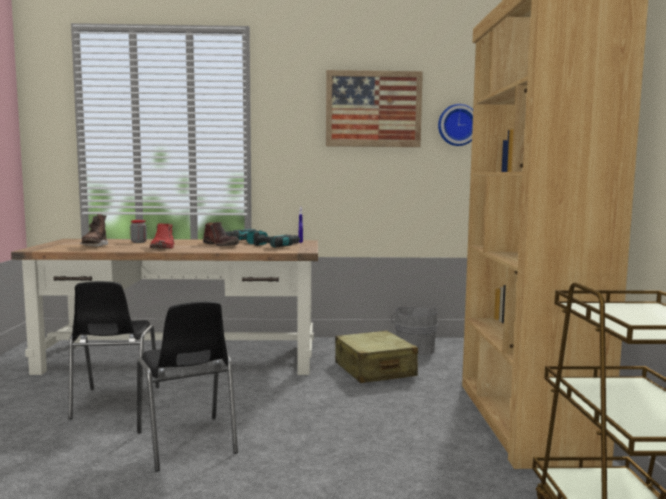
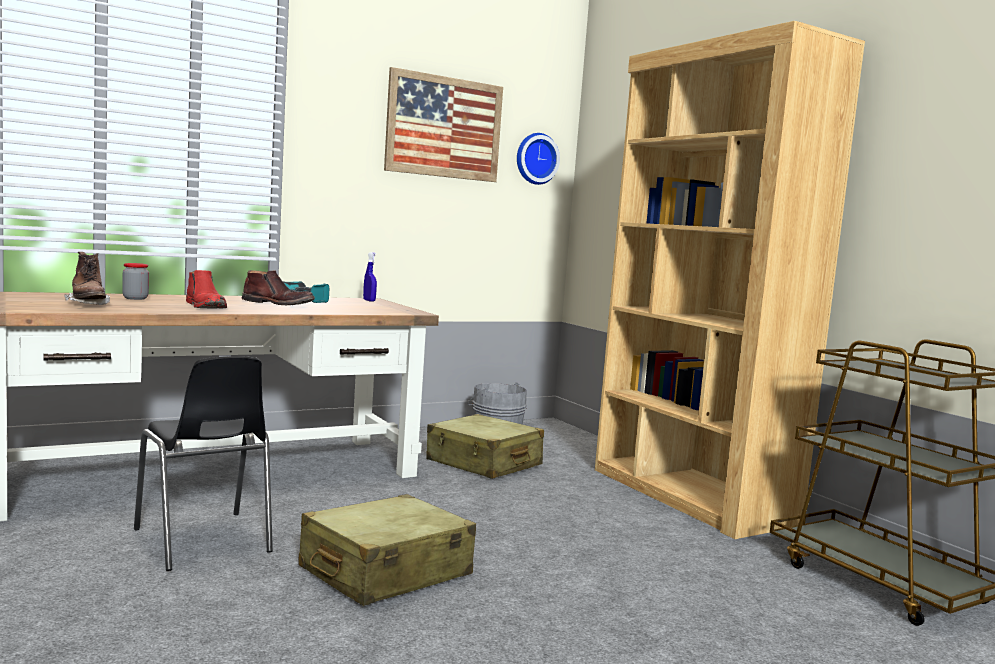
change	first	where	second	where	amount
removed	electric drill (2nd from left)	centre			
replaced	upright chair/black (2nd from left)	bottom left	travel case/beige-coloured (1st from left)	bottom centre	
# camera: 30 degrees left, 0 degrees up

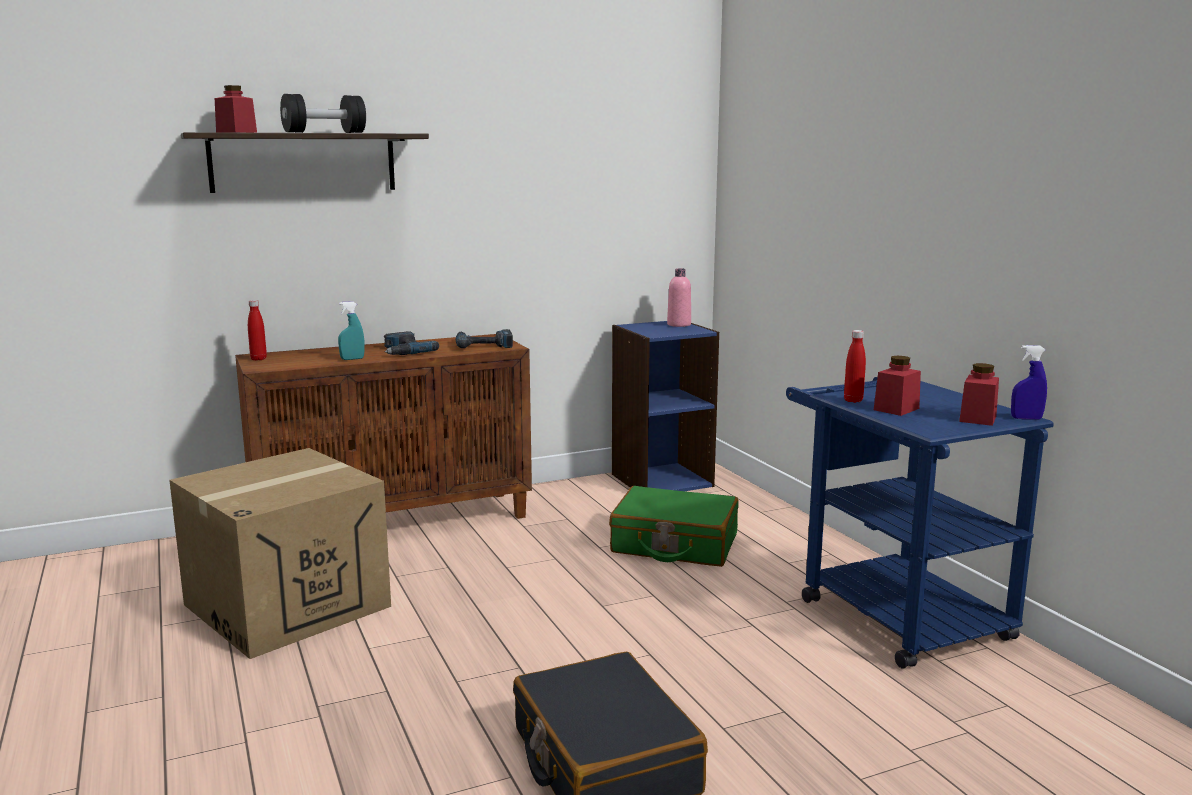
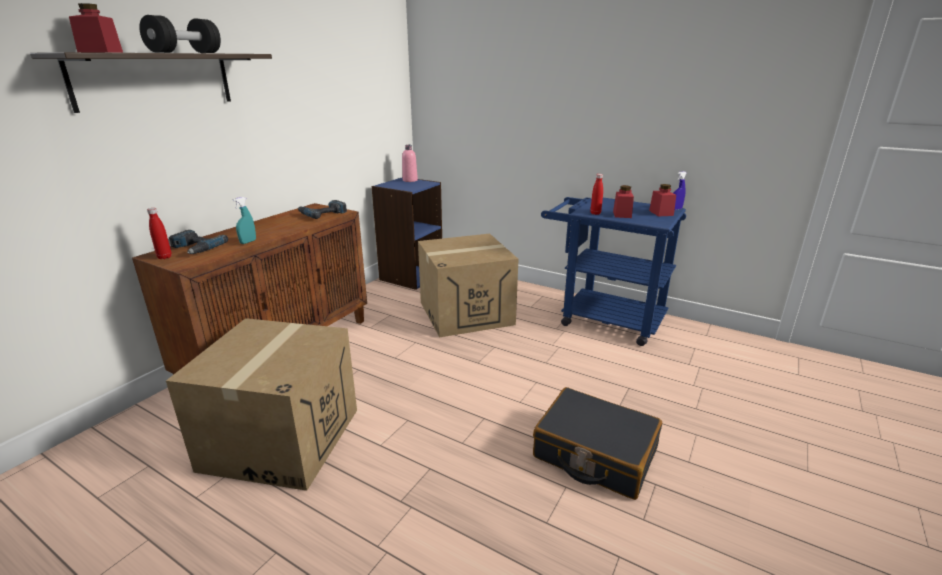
change	first	where	second	where	amount
moved	electric drill (1st from left)	centre		middle left	
replaced	travel case/green-coloured	centre	cardboard box (2nd from left)	centre	
# camera: 35 degrees left, 10 degrees up

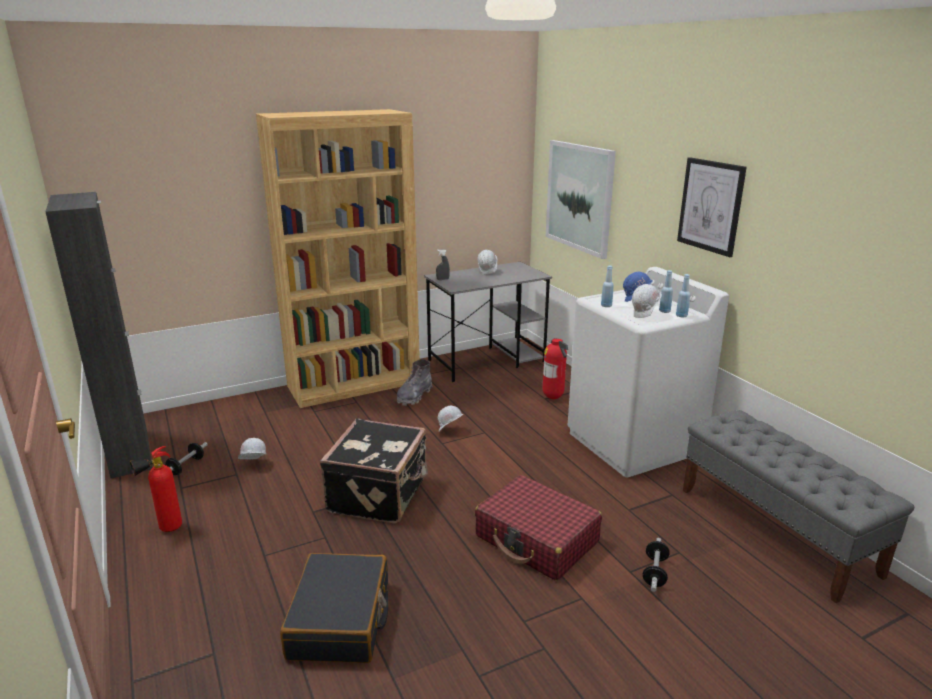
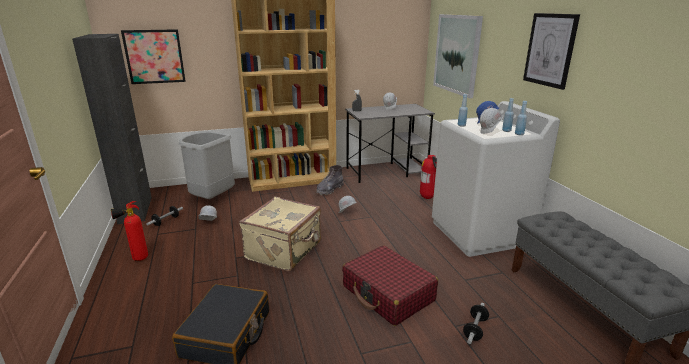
change	first	where	second	where	amount
recoloured	travel case/black (2nd from left)	bottom centre	travel case/beige-coloured	centre	
added			picture (1st from left)	top left	
added			trash can/greyish	middle left	
# camera: 10 degrees right, 0 degrees up

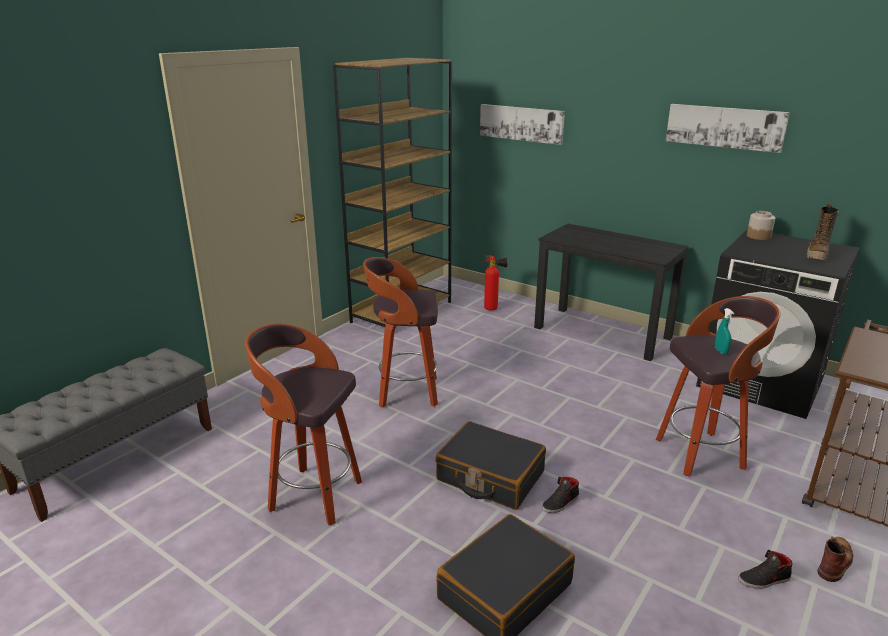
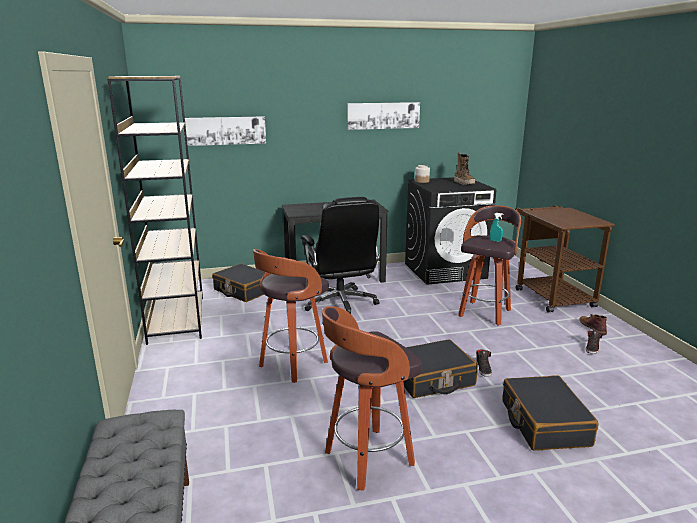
change	first	where	second	where	amount
replaced	extinguisher	centre	travel case/black (1st from left)	centre	
added			office chair/black	centre	
# camera: 50 degrees left, 5 degrees down

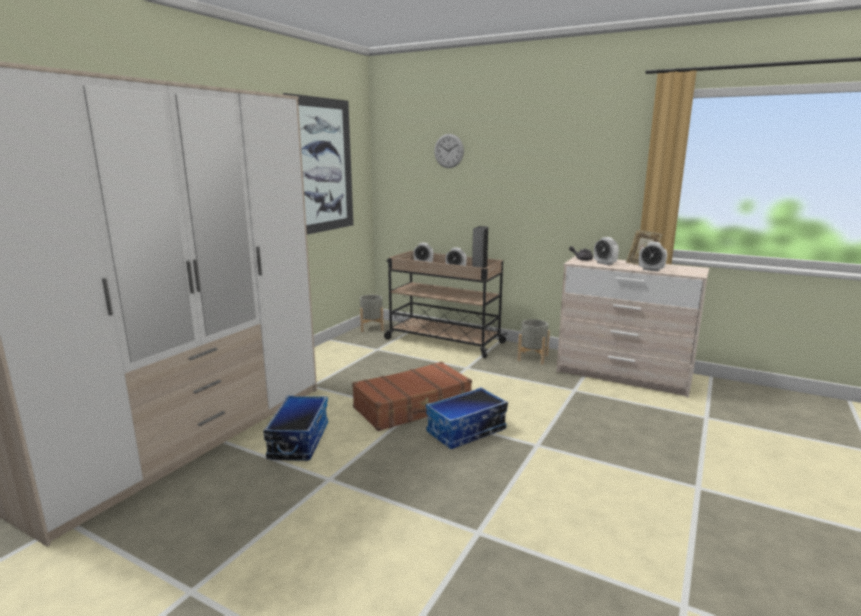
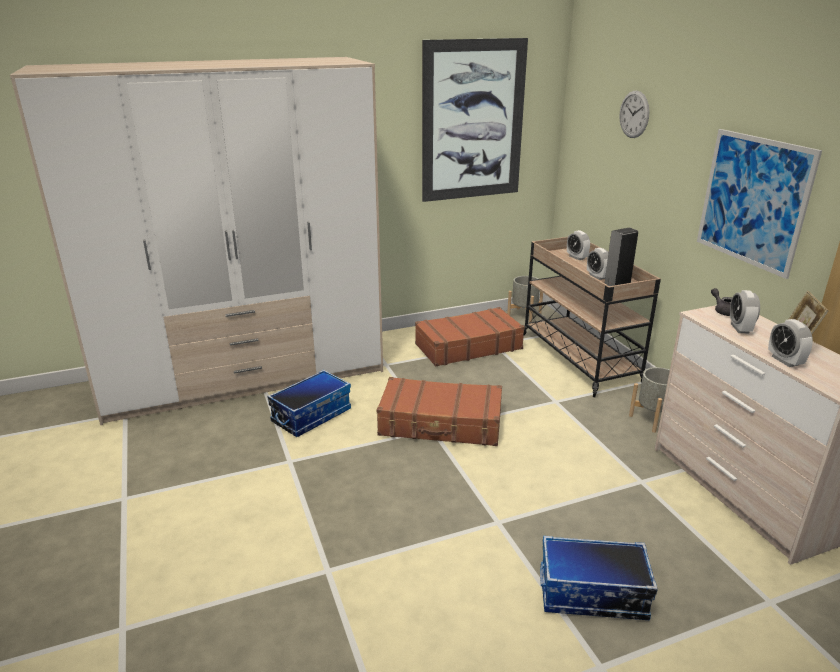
change	first	where	second	where	amount
moved	storage container (2nd from left)	bottom centre		bottom right	
added			picture (2nd from left)	top right	
added			travel case/brown-coloured (2nd from left)	centre	
# camera: 40 degrees right, 10 degrees up

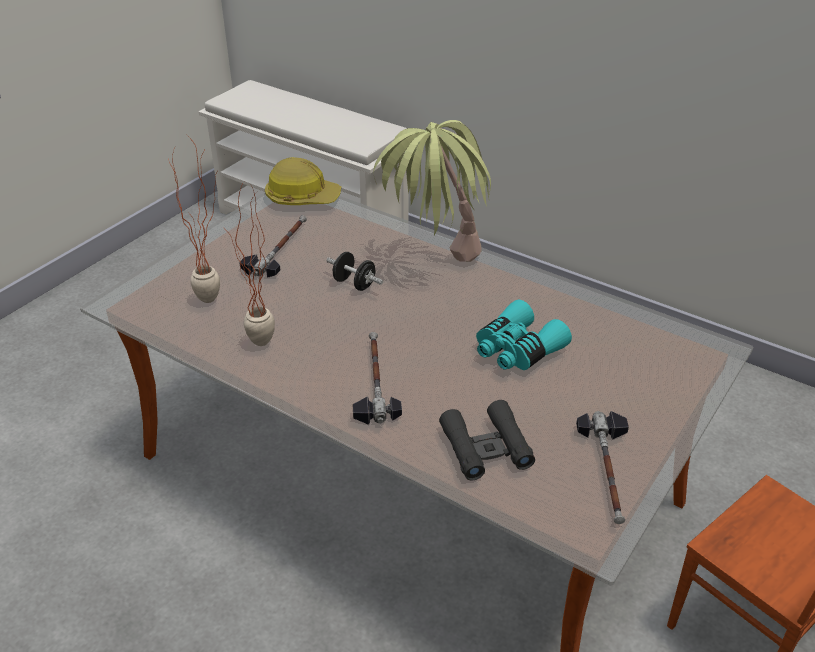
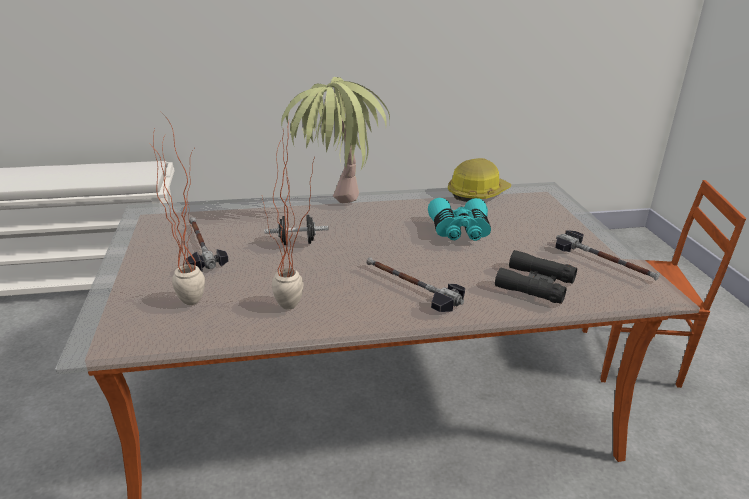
change	first	where	second	where	amount
moved	work helmet	top centre		centre	
# camera: 45 degrees left, 10 degrees down

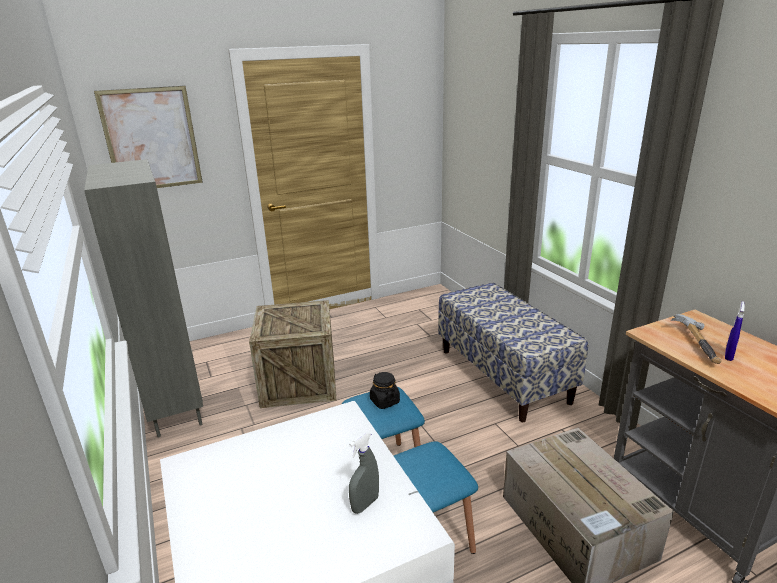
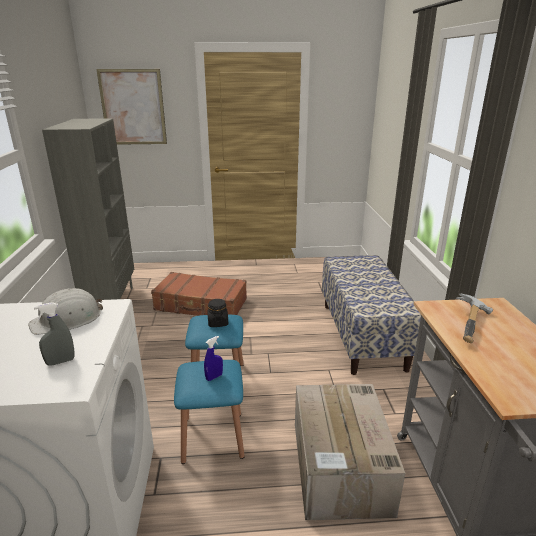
change	first	where	second	where	amount
replaced	crate	centre	travel case/brown-coloured	centre	
moved	hand sprayer/blue-coloured	middle right		bottom centre	
added			work helmet/white	middle left	
# camera: 20 degrees right, 0 degrees up

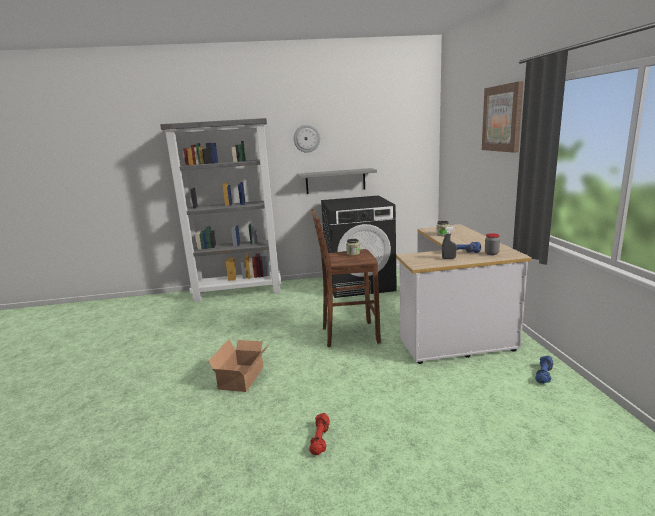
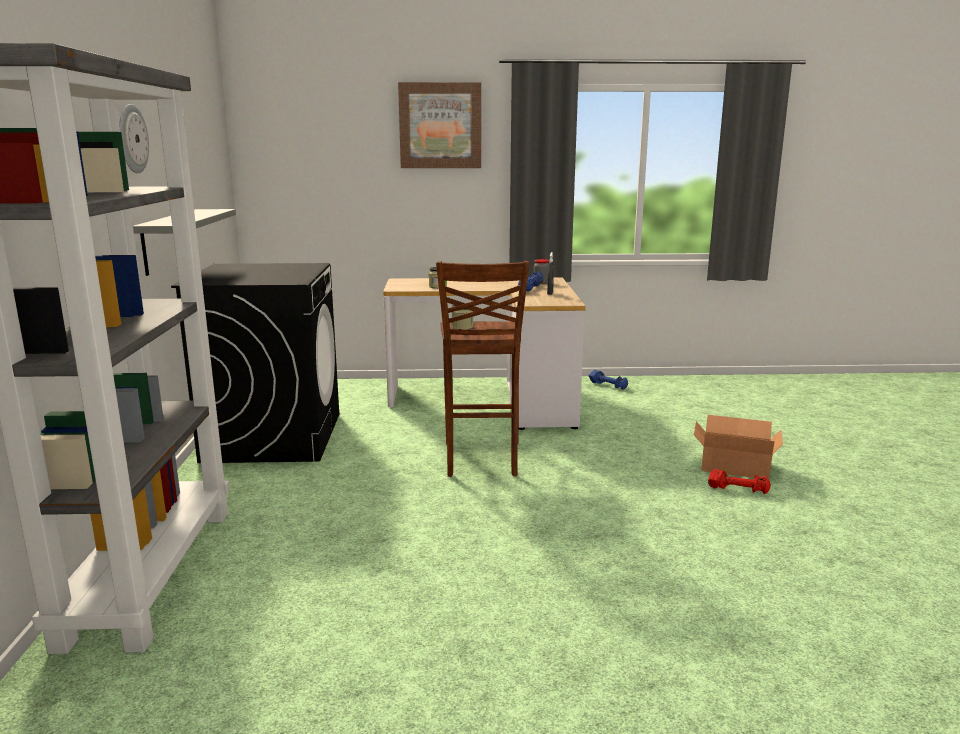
change	first	where	second	where	amount
moved	cardboard box	bottom centre		middle right	
# camera: 85 degrees left, 0 degrees up

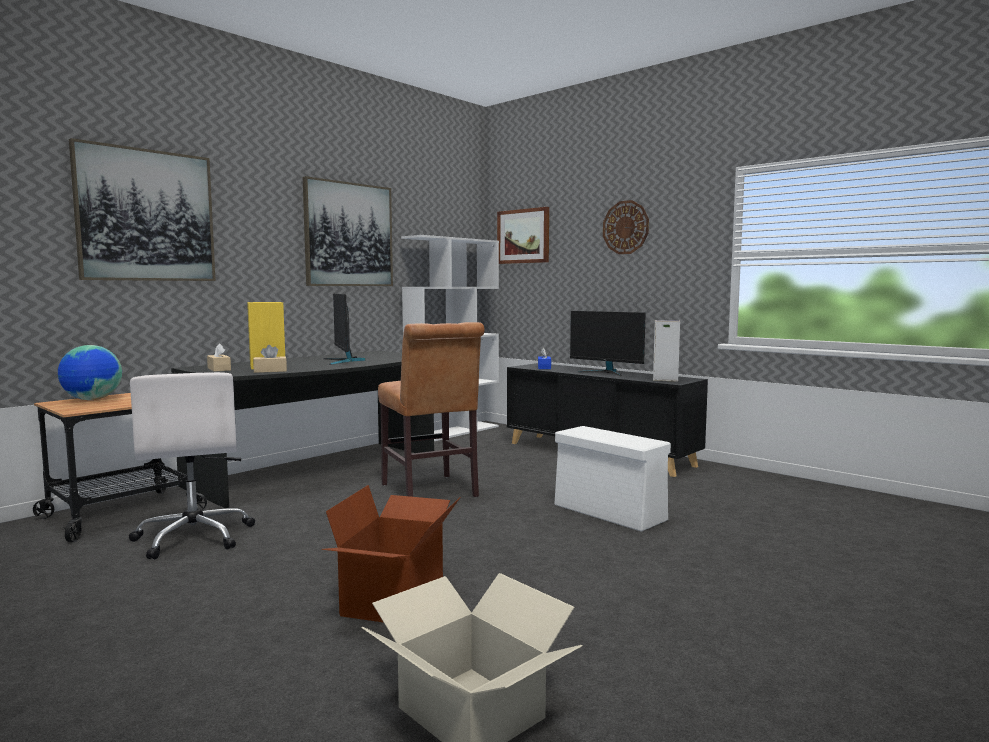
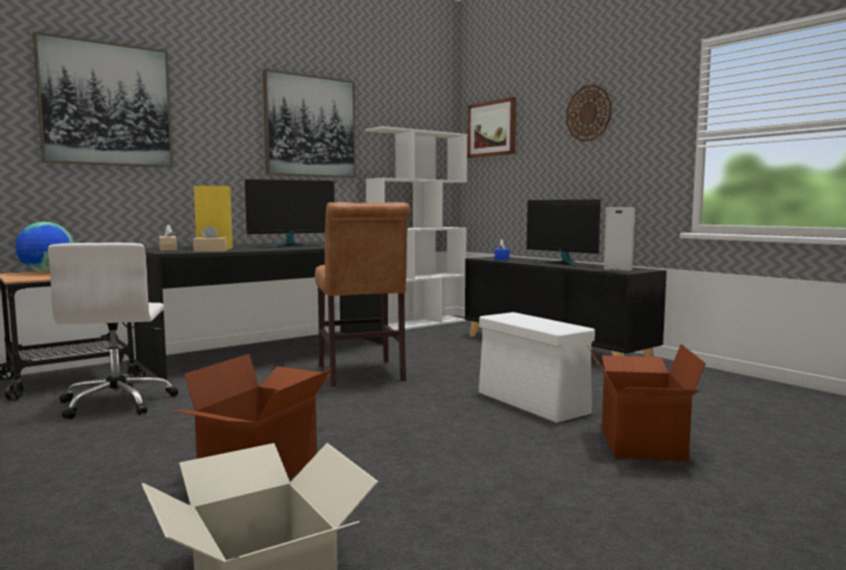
change	first	where	second	where	amount
turned	monitor (1st from left)	centre		centre	105 degrees counterclockwise
added			cardboard box (3rd from left)	bottom right	
# camera: 10 degrees right, 0 degrees up

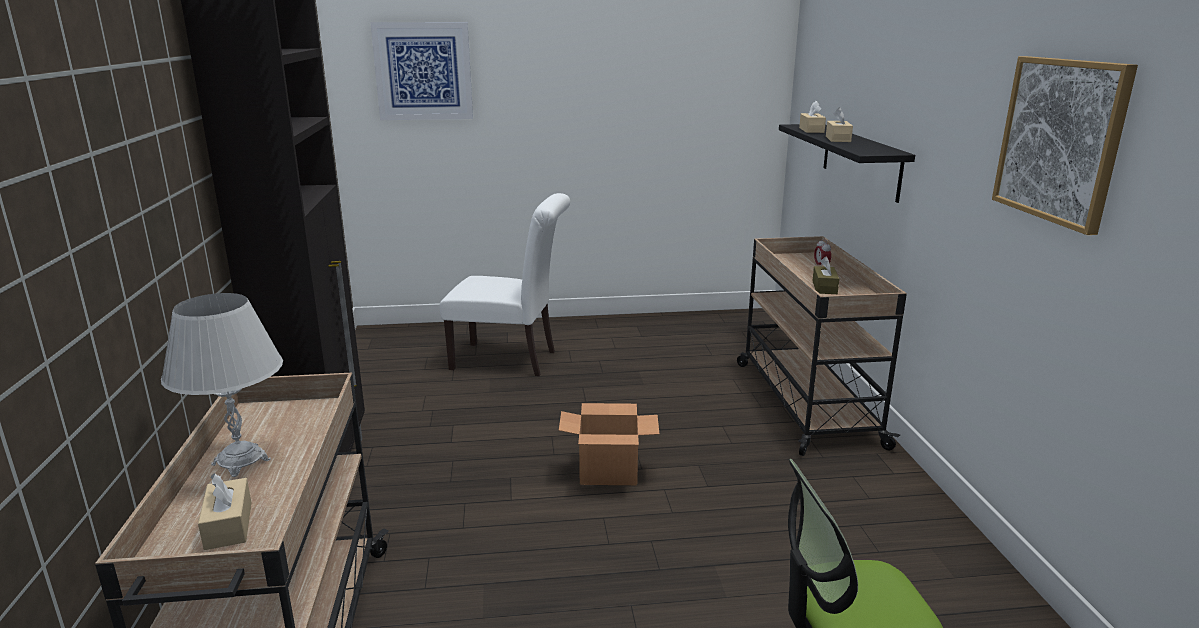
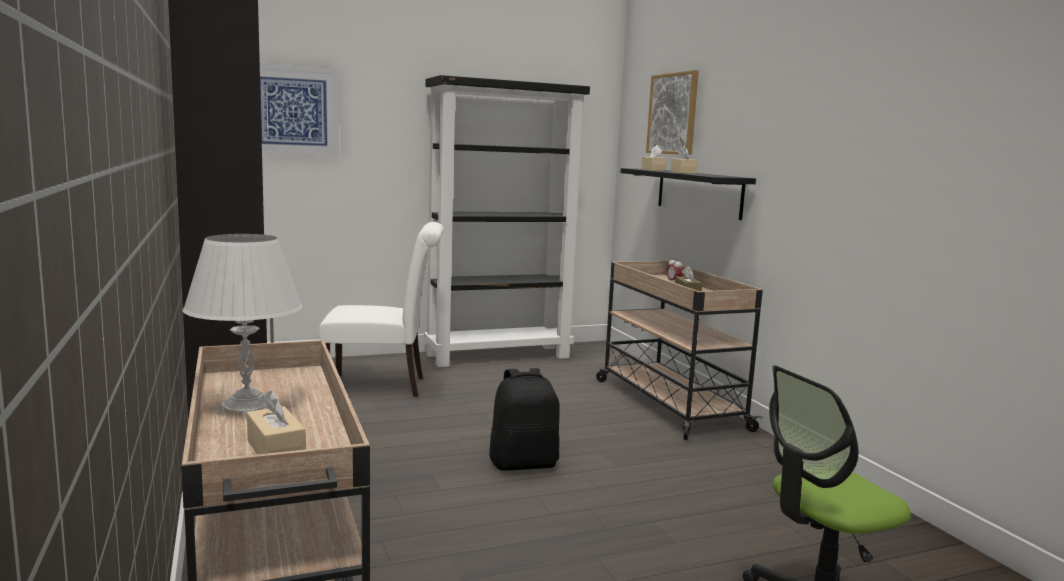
change	first	where	second	where	amount
moved	picture (2nd from left)	top right		top centre	
replaced	cardboard box	bottom centre	backpack/black	bottom centre	
added			bookshelf/black	centre	
# camera: 15 degrees left, 10 degrees down

